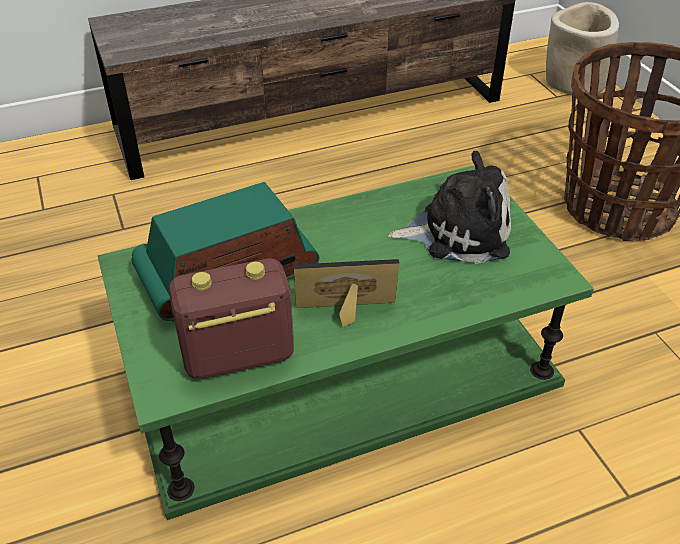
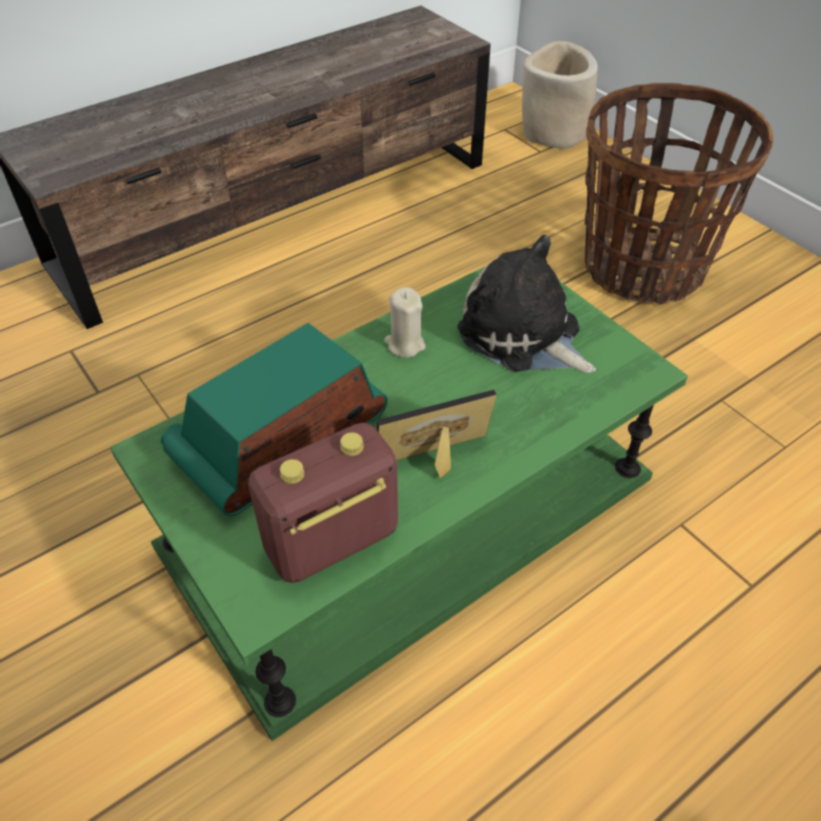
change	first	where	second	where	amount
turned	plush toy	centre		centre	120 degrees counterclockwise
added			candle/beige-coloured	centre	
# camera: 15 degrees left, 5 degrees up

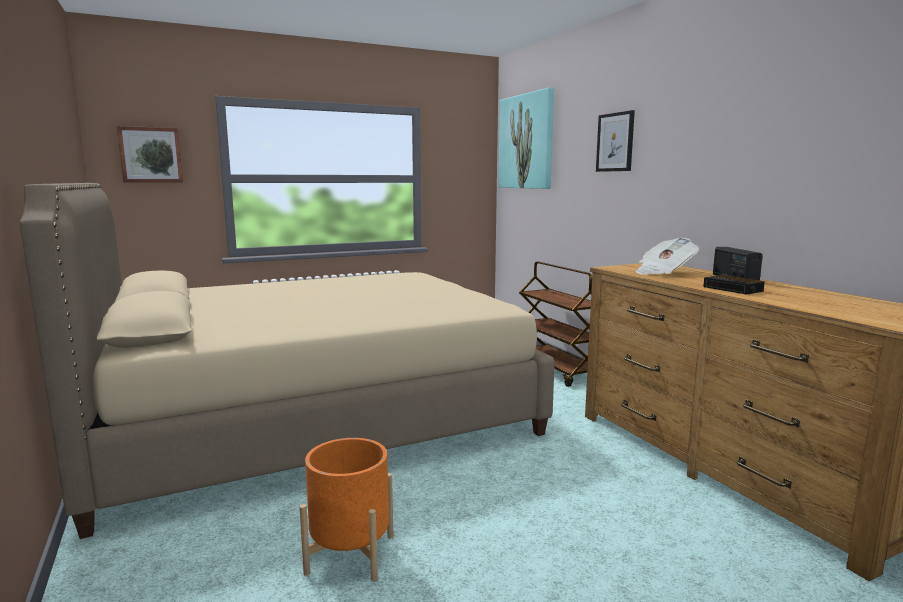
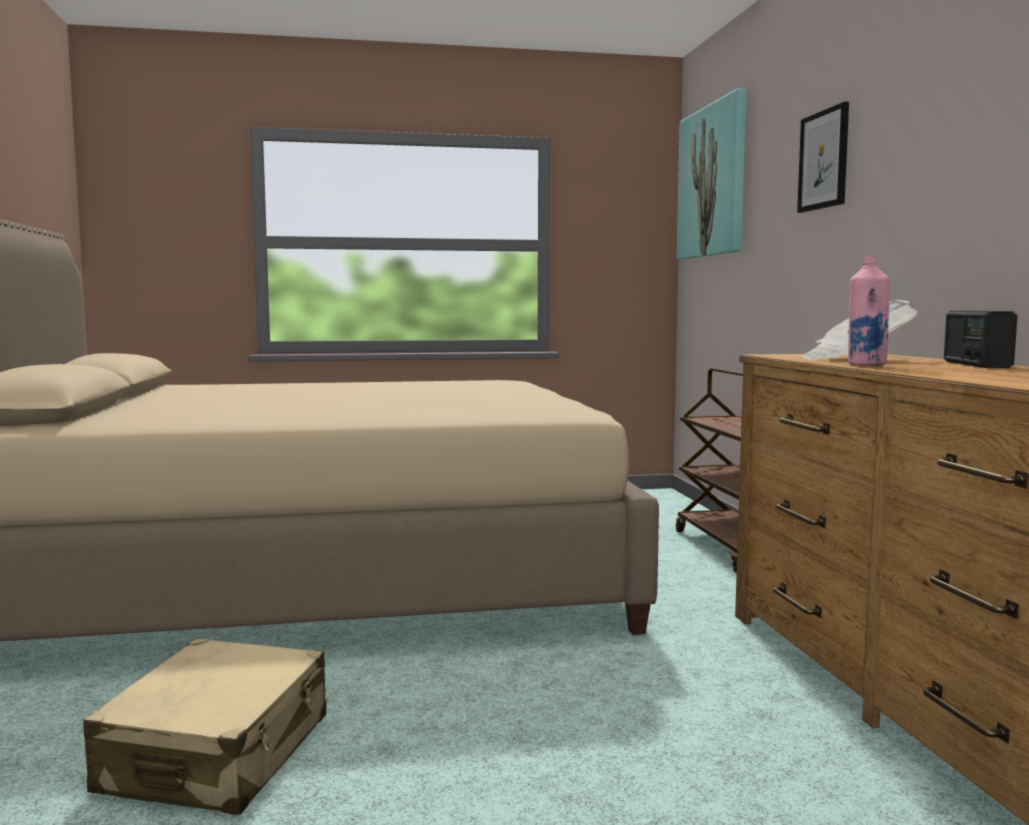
change	first	where	second	where	amount
removed	picture (1st from left)	top left			
removed	alarm clock	middle right			
replaced	plant pot/orange	bottom centre	travel case/beige-coloured	bottom left	
added			bottle/pinkish	middle right	
# camera: 15 degrees right, 5 degrees down

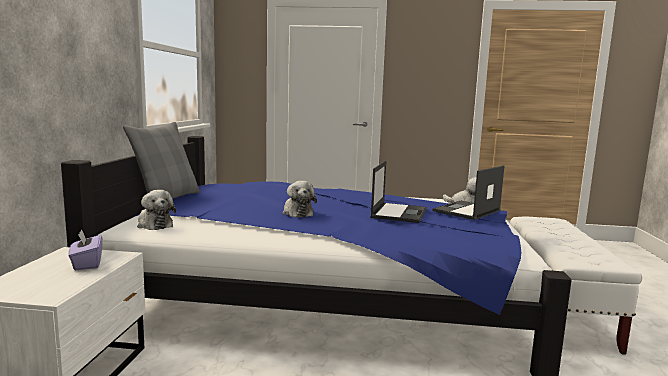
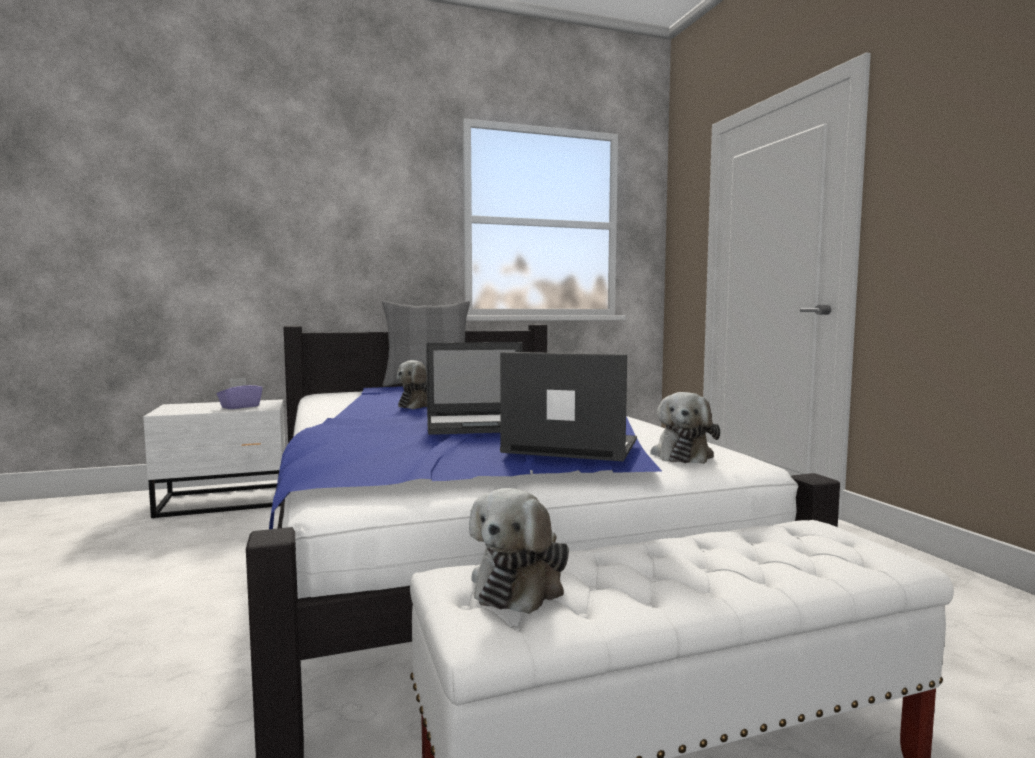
change	first	where	second	where	amount
moved	plush toy (1st from left in the first image)	middle left	plush toy (2nd from left)	bottom centre	
# camera: 65 degrees right, 5 degrees down

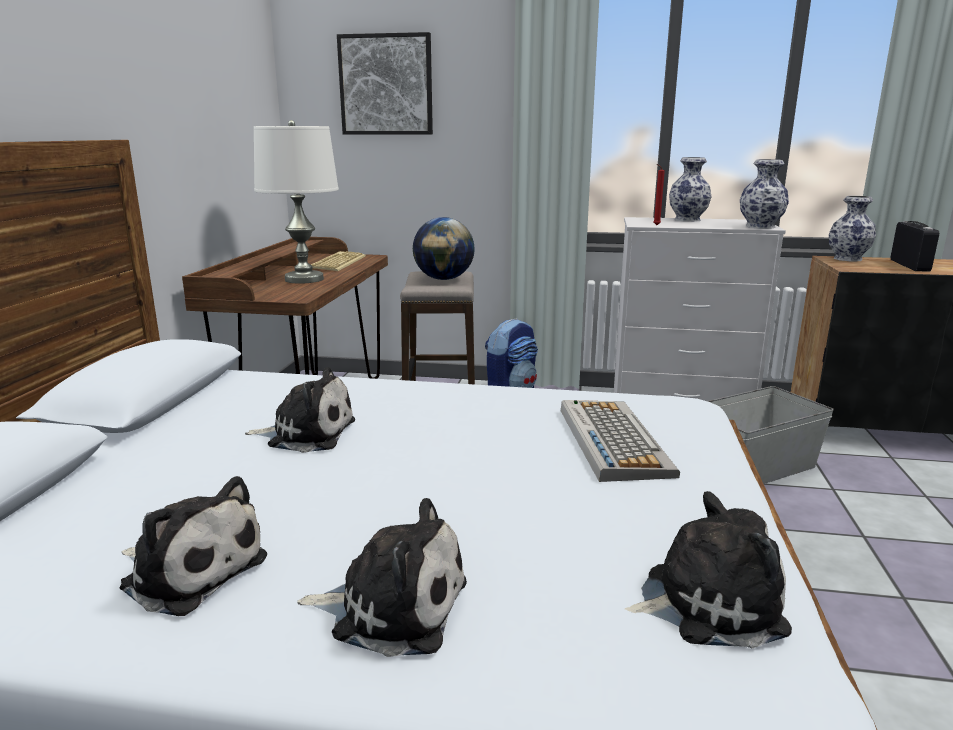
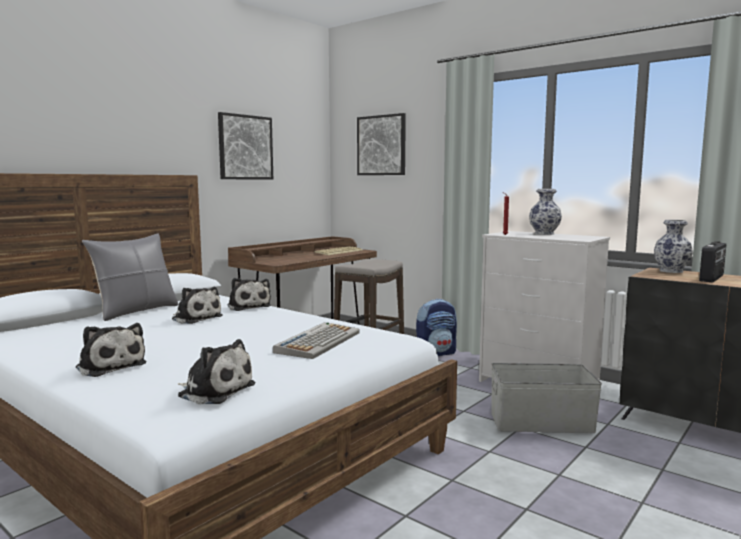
change	first	where	second	where	amount
removed	table lamp/white	top left			
removed	decorative vase (2nd from left)	top right			
removed	world globe	centre			
moved	plush toy (1st from left in the first image)	bottom left	plush toy (4th from left)	centre	
added			picture (1st from left)	top left	
added			throw pillow/greyish	middle left	
# camera: 30 degrees right, 10 degrees down

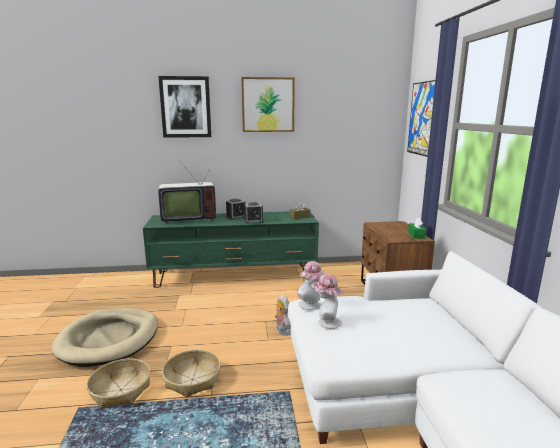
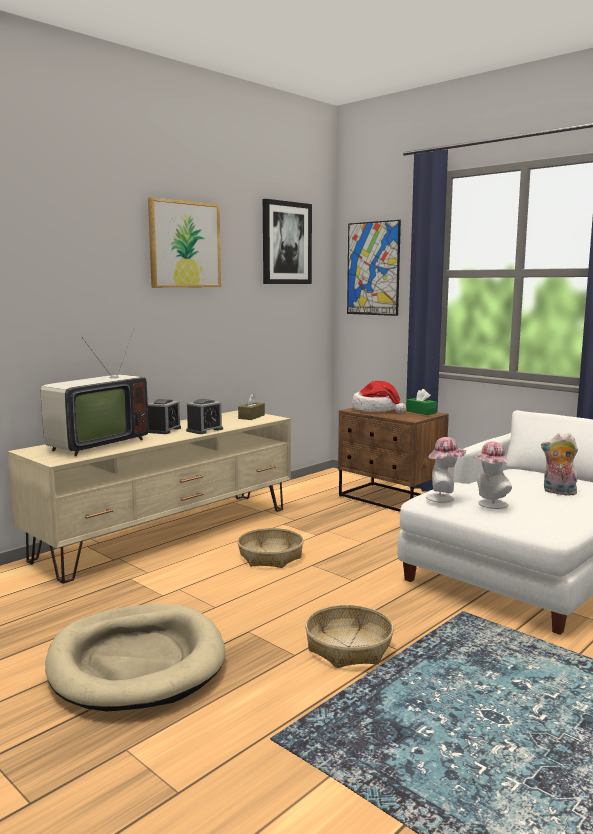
change	first	where	second	where	amount
moved	picture (1st from left in the first image)	top left	picture (2nd from left)	top centre	
recoloured	tv unit/green-coloured	centre	tv unit/beige-coloured	middle left	
moved	plush toy	bottom centre		middle right	
moved	household basket (1st from left)	bottom left		centre	
added			wearable hat (1st from left)	centre	
# camera: 40 degrees left, 5 degrees down

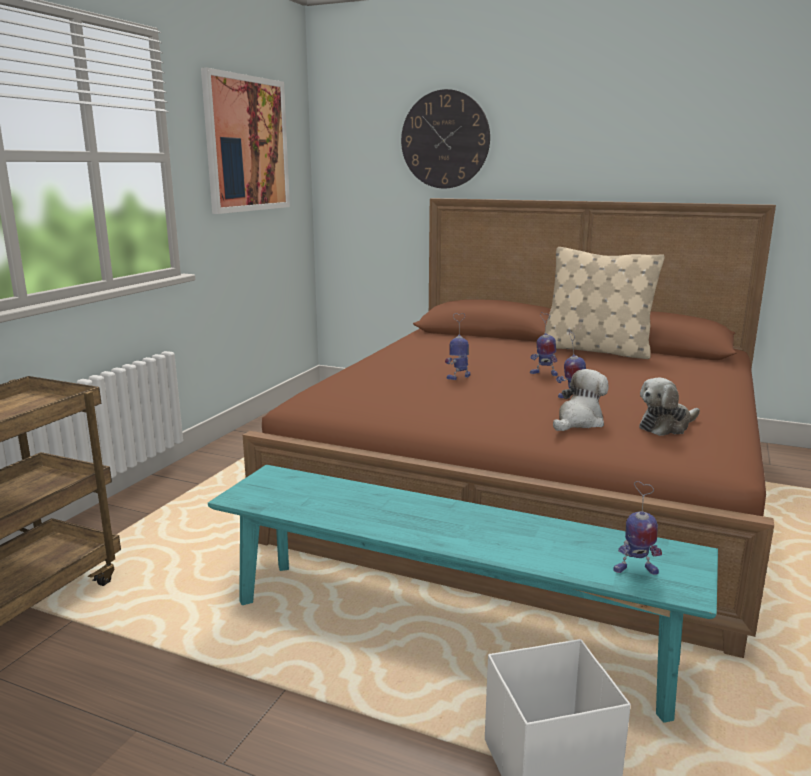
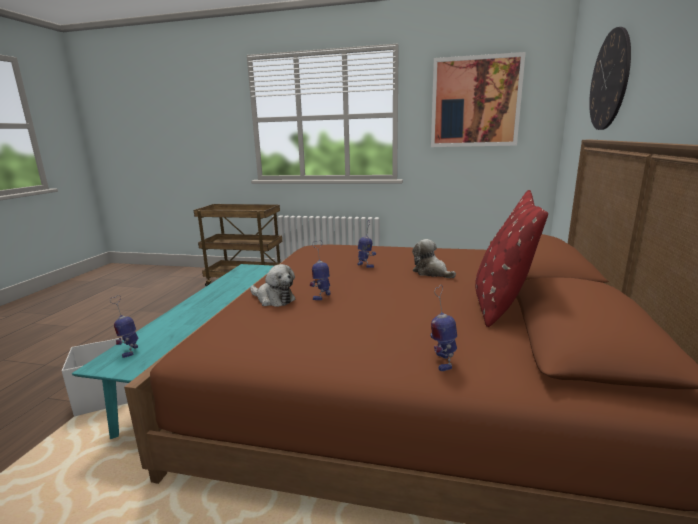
change	first	where	second	where	amount
recoloured	throw pillow/beige-coloured	middle right	throw pillow/reddish	middle right	
moved	model robot (2nd from left in the first image)	middle right	model robot (4th from left)	centre	
moved	plush toy (2nd from left)	middle right		centre	
# camera: 80 degrees right, 0 degrees up

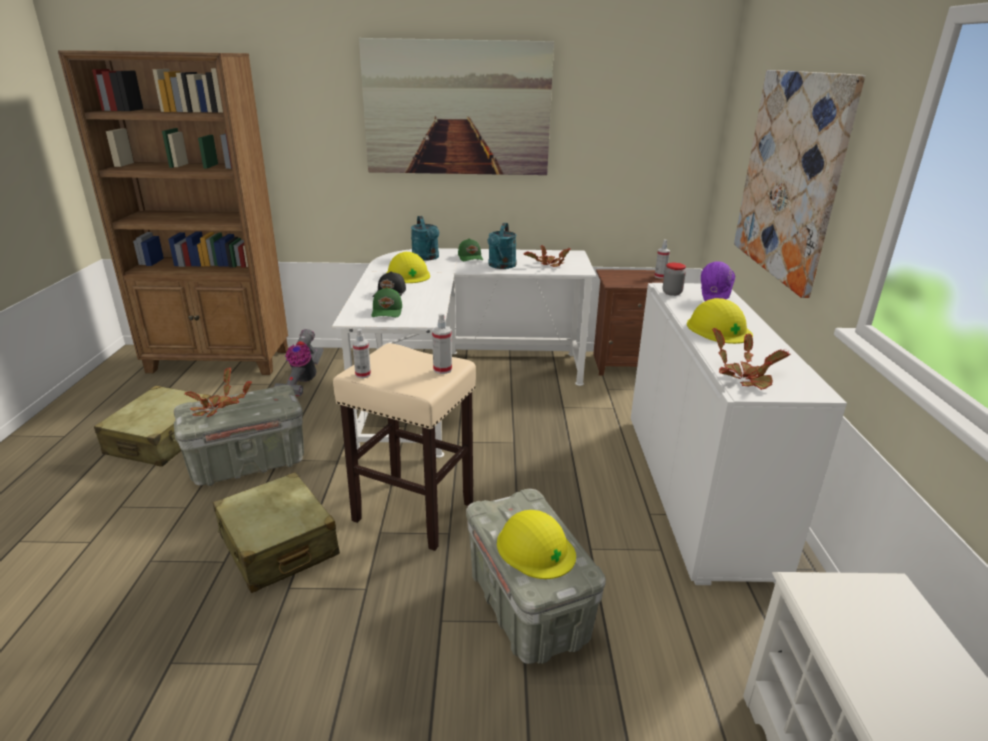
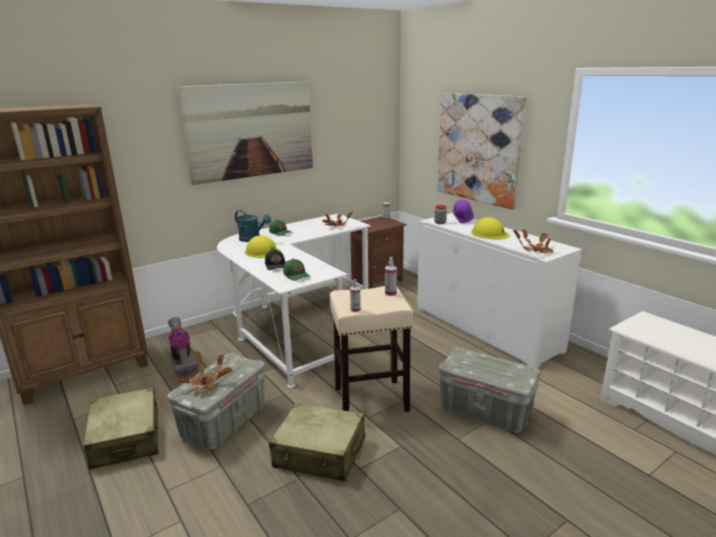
change	first	where	second	where	amount
removed	watering pot/blue-green (2nd from left)	top centre			
removed	work helmet/yellow (2nd from left)	bottom centre			
# camera: 35 degrees left, 5 degrees down

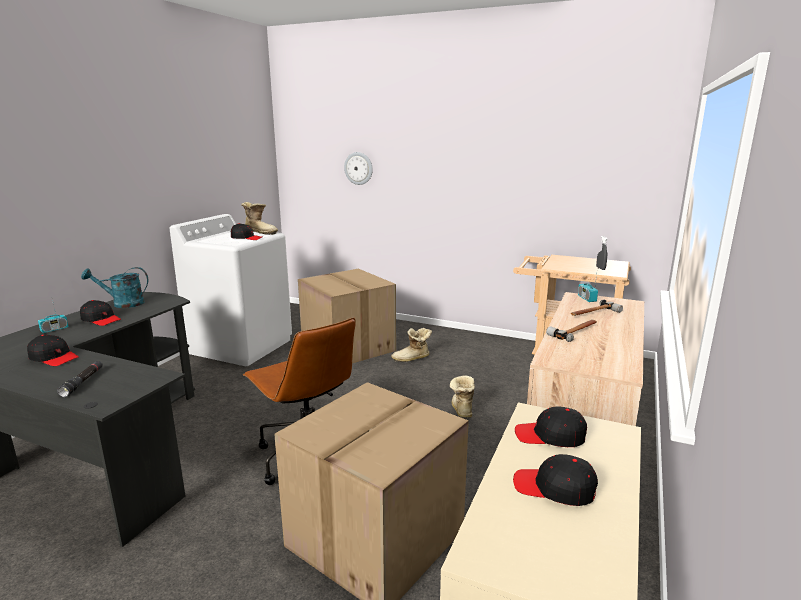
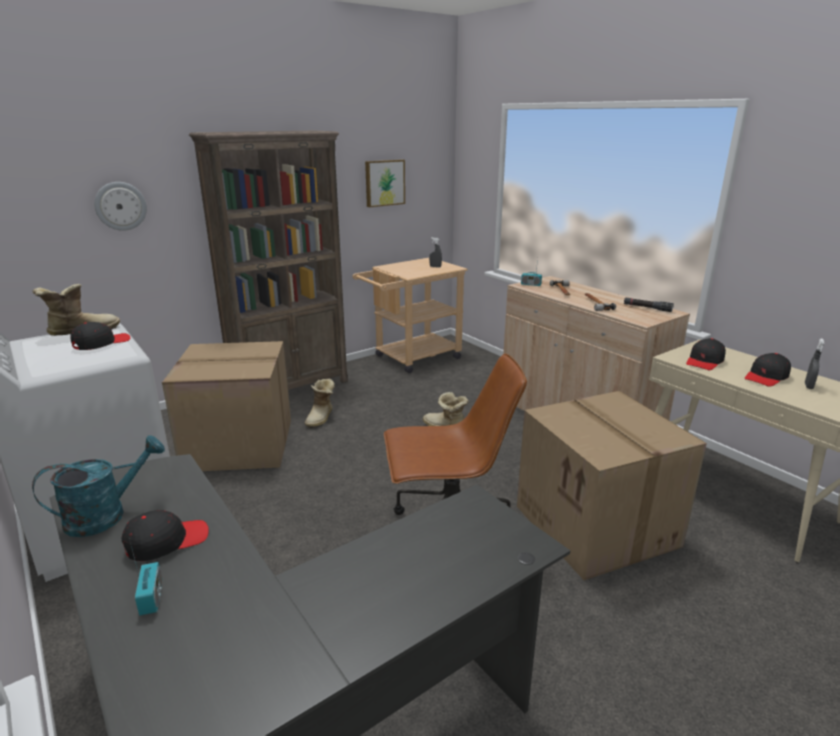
change	first	where	second	where	amount
turned	watering pot/blue-green	middle left		middle left	150 degrees counterclockwise
removed	baseball cap/black (1st from left)	middle left			
moved	flashlight/black	middle left		middle right	
added			bookshelf/brown-coloured	middle left	
added			picture	top centre	
added			hand sprayer/greyish (2nd from left)	middle right	
# camera: 60 degrees left, 5 degrees up

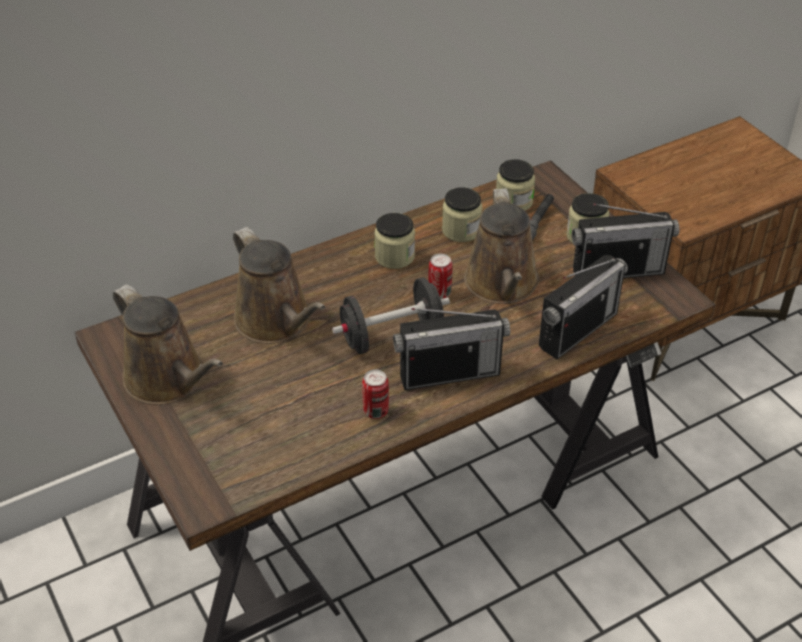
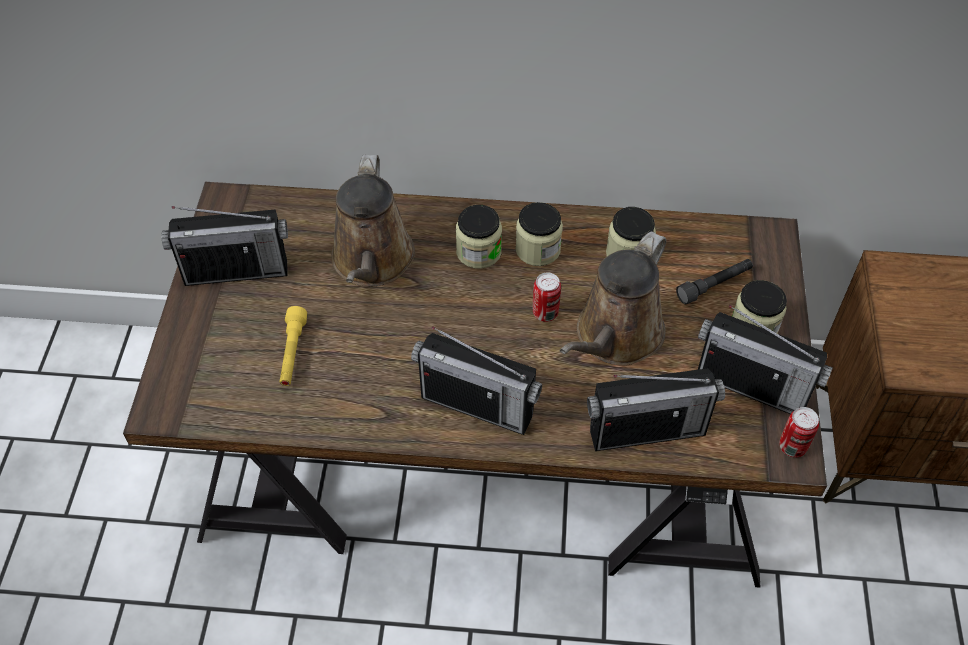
change	first	where	second	where	amount
moved	preserve jar (3rd from left in the first image)	top centre	preserve jar (1st from left)	centre	
removed	dumbbell/black	centre			
replaced	watering pot/brown-coloured (1st from left)	middle left	radio receiver (1st from left)	middle left	
moved	metal can (1st from left in the first image)	centre	metal can (2nd from left)	bottom right	
added			flashlight/yellow	middle left	
# camera: 35 degrees right, 10 degrees up

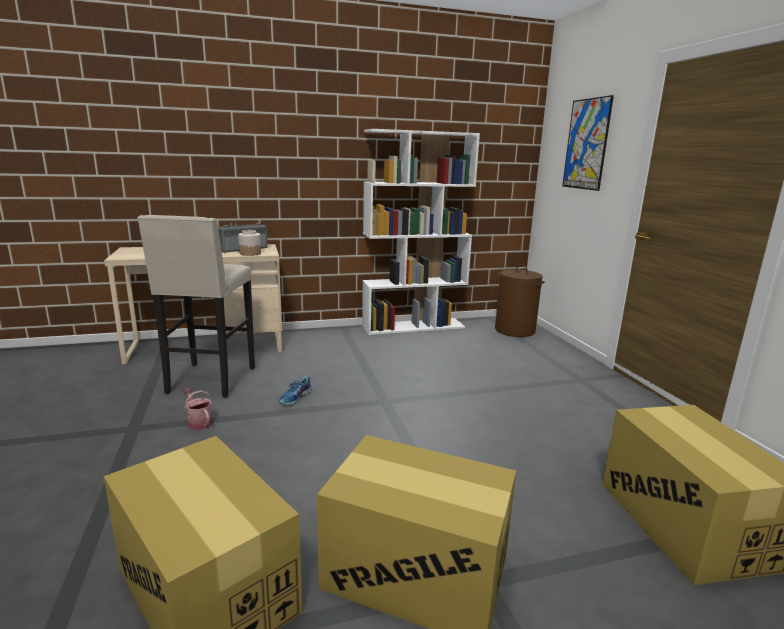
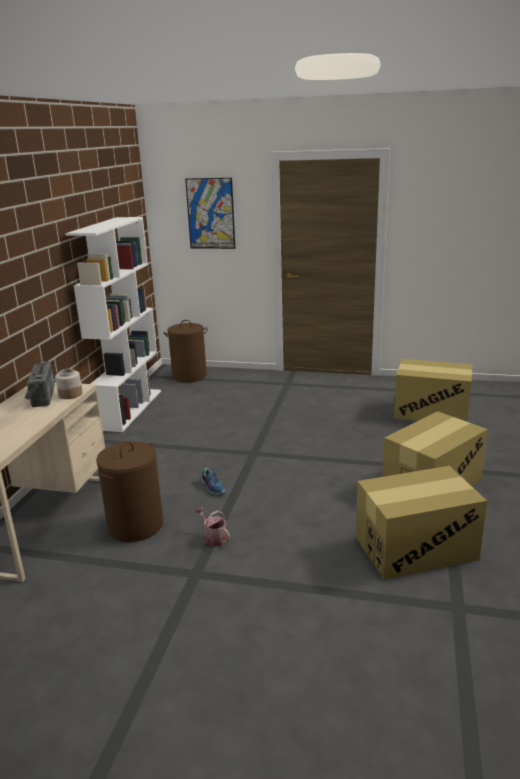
change	first	where	second	where	amount
replaced	stool seat/beige-coloured	middle left	washing basket/brown-coloured (1st from left)	middle left	
turned	watering pot	middle left		bottom centre	60 degrees clockwise
# camera: 60 degrees left, 5 degrees up

